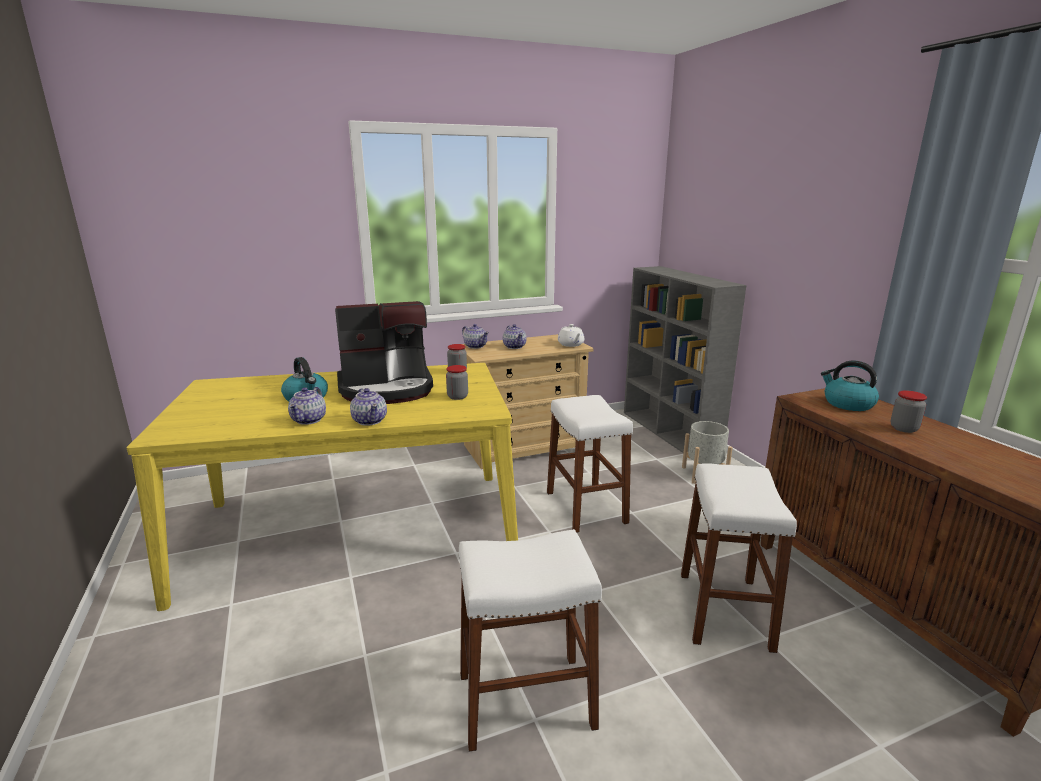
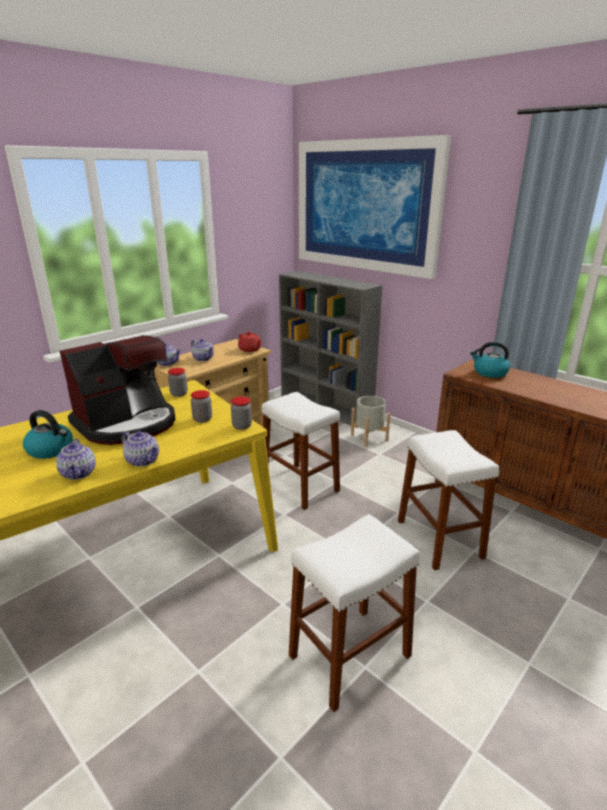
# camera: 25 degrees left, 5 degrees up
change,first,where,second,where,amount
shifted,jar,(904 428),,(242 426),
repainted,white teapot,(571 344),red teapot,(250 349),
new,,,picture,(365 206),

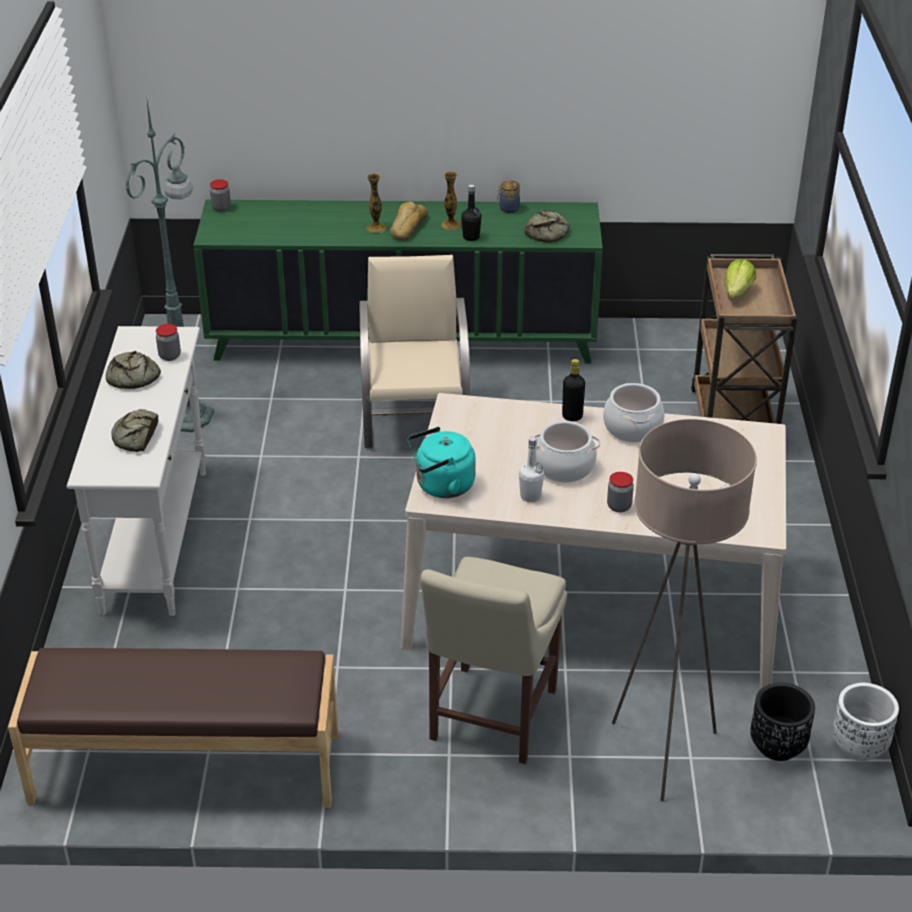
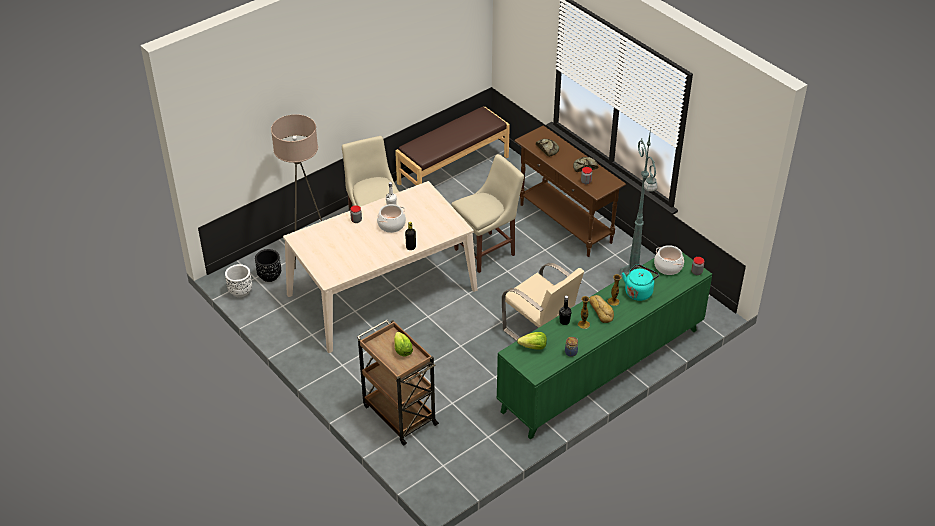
# camera: 140 degrees right, 5 degrees up
change,first,where,second,where,amount
new,,,beige chair,(487 251),
repainted,white console table,(156 539),brown console table,(565 224),
swapped,bread,(548 232),lettuce,(533 347),
shifted,turquoise kettle,(441 486),,(639 291),
shifted,cooking pot,(632 427),,(668 267),

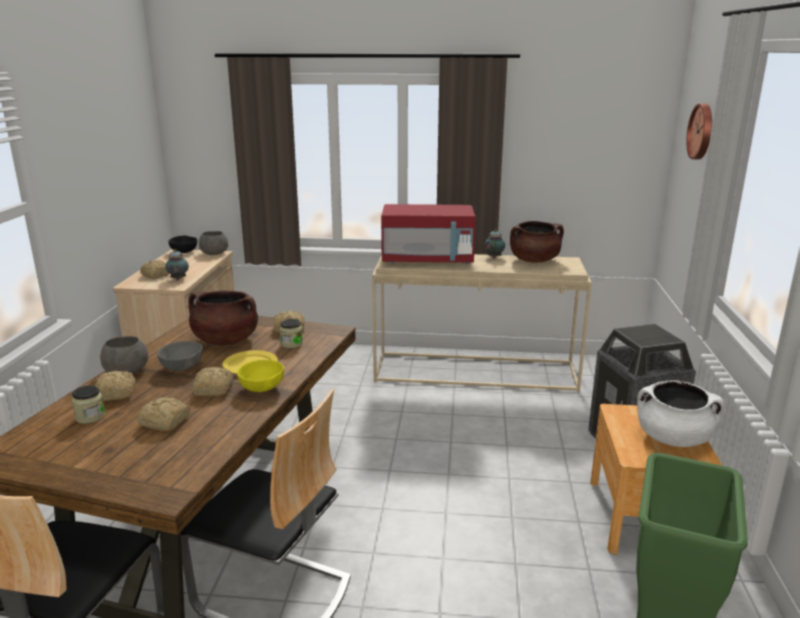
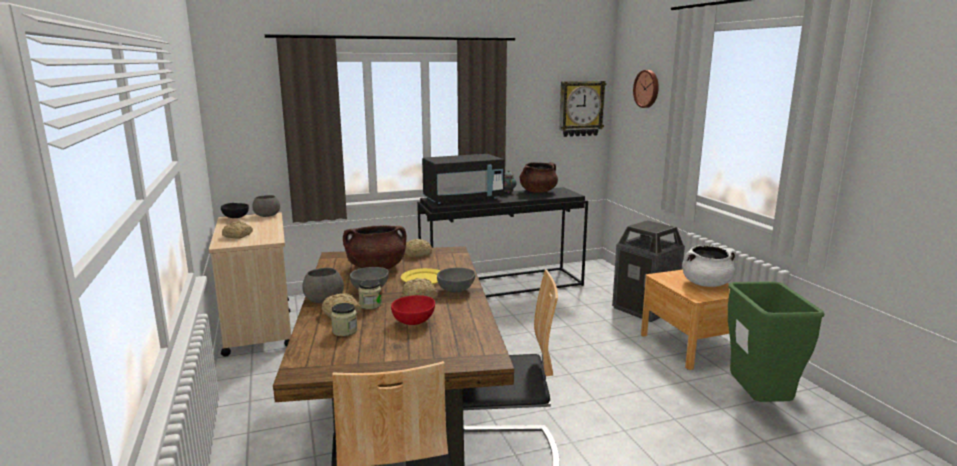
# camera: 25 degrees left, 5 degrees down
change,first,where,second,where,amount
shifted,jar,(291 344),,(370 305),
swapped,bread,(165 422),red bowl,(415 322),
repainted,beige console table,(476 372),black console table,(502 286),
repainted,red microwave,(427 260),black microwave,(463 199),
repainted,yellow bowl,(262 389),grey bowl,(457 290),
new,,,wall clock,(580 108),
gone,teapot,(178 279),,,

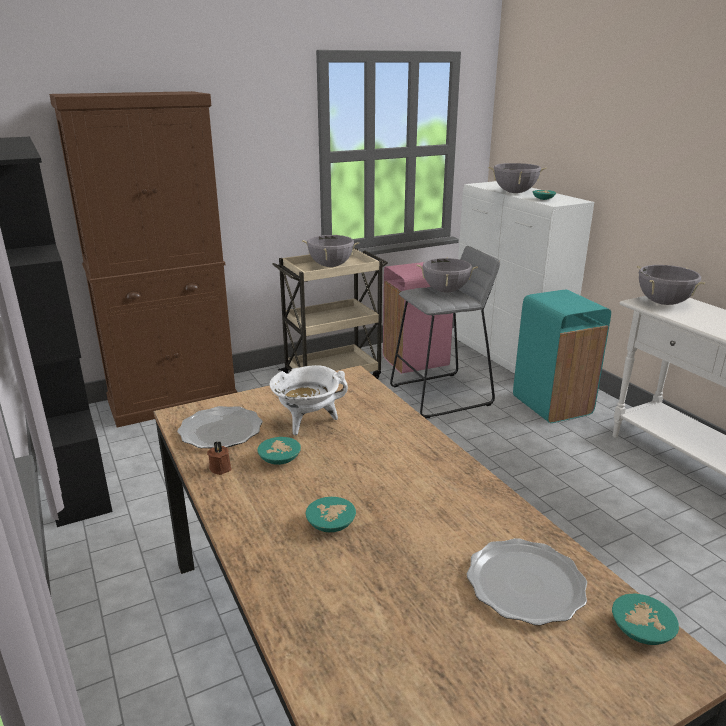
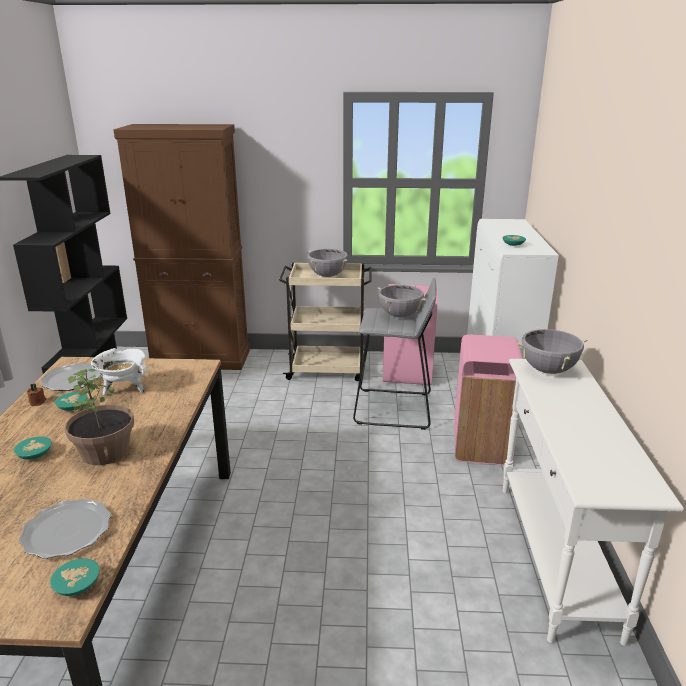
# camera: 30 degrees right, 0 degrees up
change,first,where,second,where,amount
new,,,potted plant,(106 451),
repainted,turquoise trash can,(552 405),pink trash can,(482 446),
gone,grey cooking pot,(514 192),,,

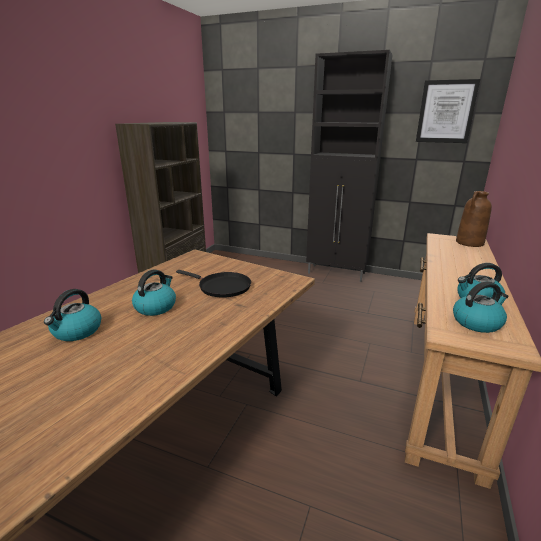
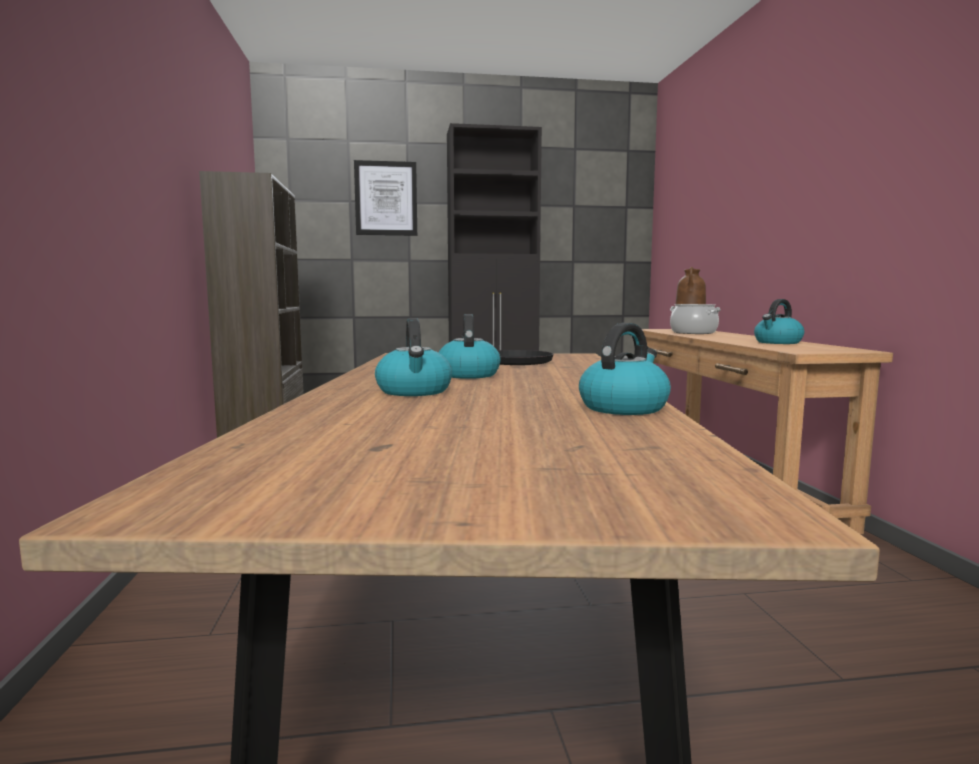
# camera: 30 degrees left, 15 degrees down
change,first,where,second,where,amount
shifted,picture,(446 112),,(386 198),
shifted,kettle,(477 322),,(623 407),
new,,,cooking pot,(693 333),

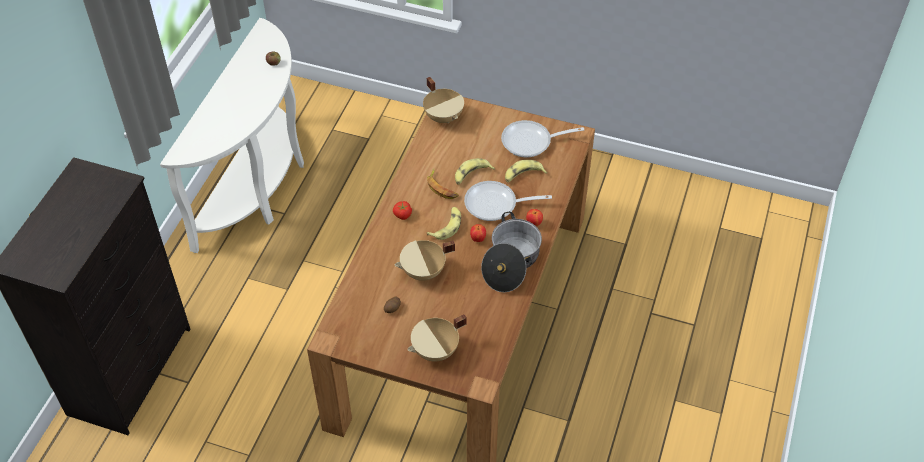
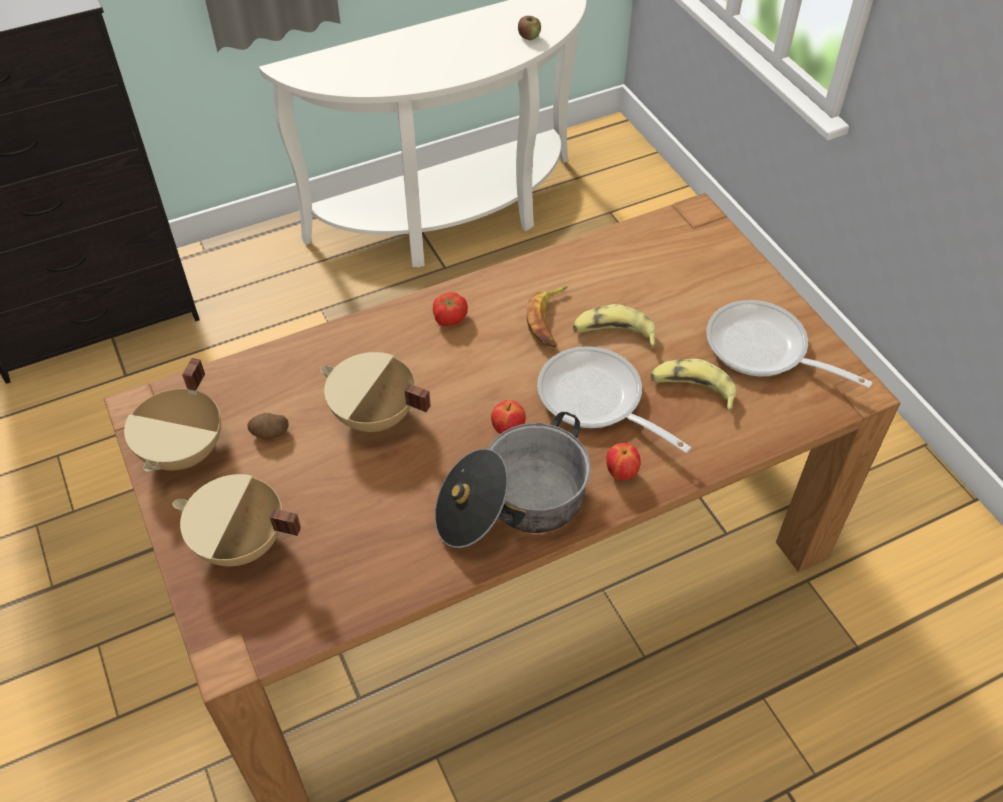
# camera: 45 degrees right, 0 degrees up
change,first,where,second,where,amount
shifted,beige cooking pot,(444 116),,(186 452),
gone,banana,(447 226),,,

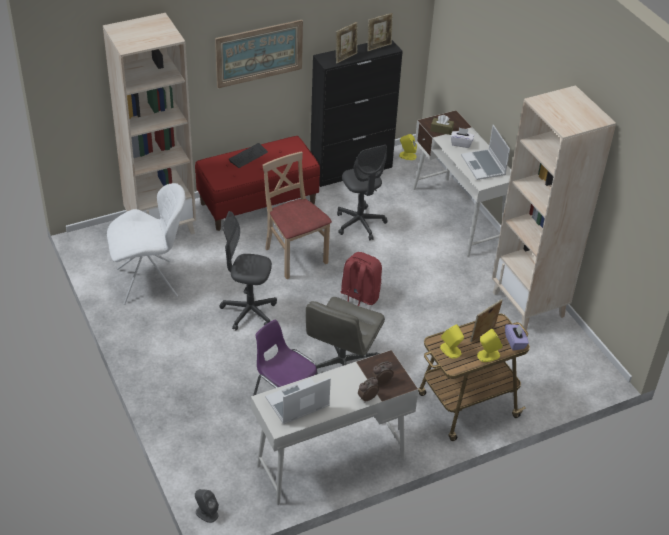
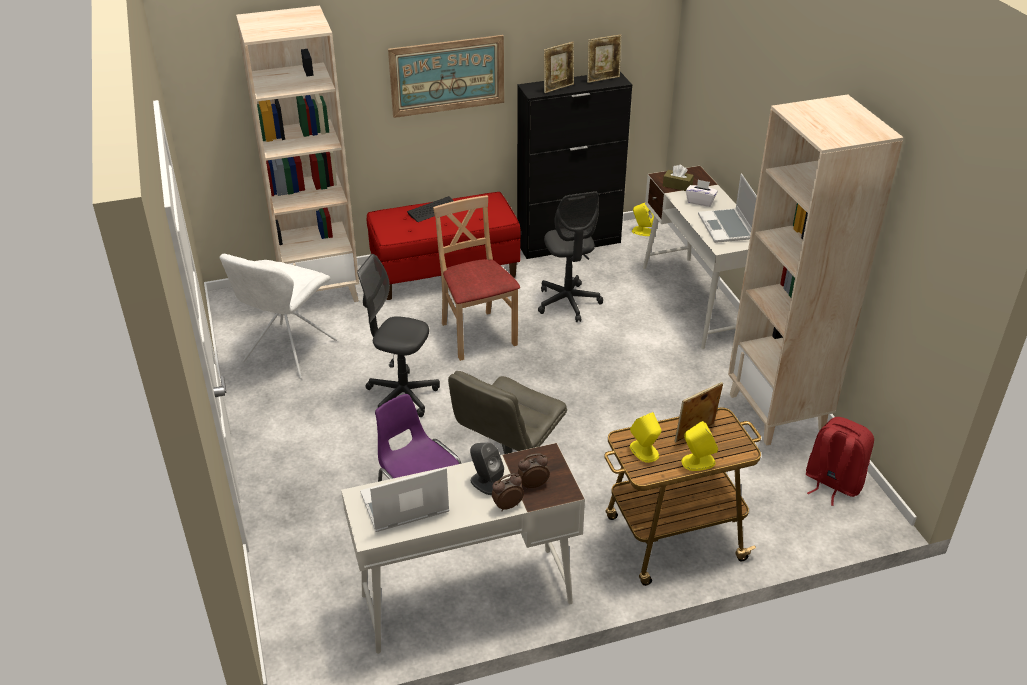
# camera: 10 degrees right, 5 degrees down
change,first,where,second,where,amount
rotated,white chair,(150 282),,(288 353),120 degrees clockwise
shifted,grey speaker,(206 513),,(486 483),
shifted,red backpack,(359 297),,(832 483),
gone,purple tissue box,(515 342),,,

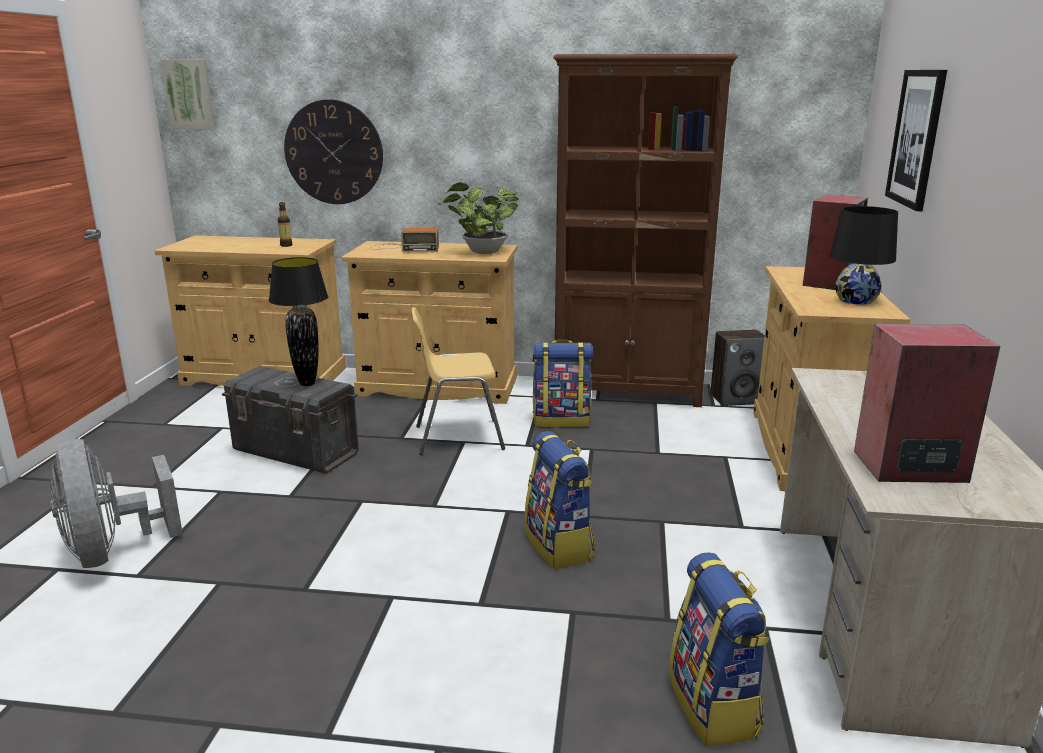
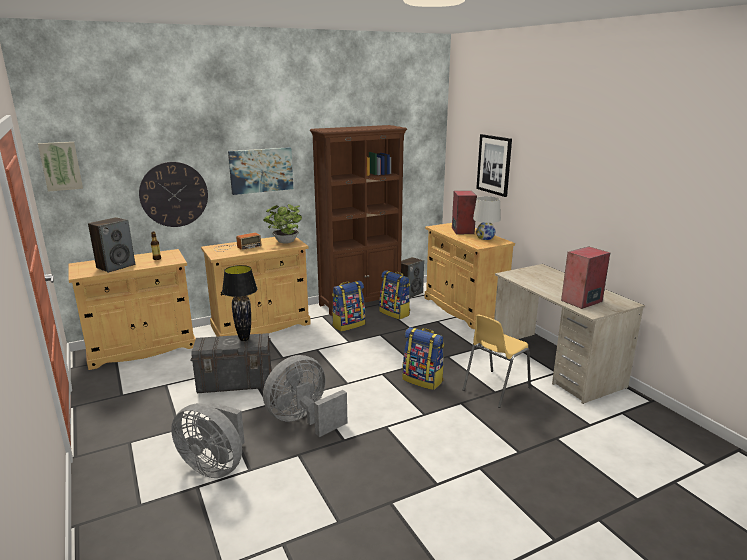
# camera: 35 degrees left, 0 degrees up
change,first,where,second,where,amount
new,,,speaker,(116 266),
new,,,picture,(261 170),
new,,,grey fan,(304 420),
shifted,backpack,(715 706),,(395 313),
shifted,yellow chair,(458 437),,(495 389),
repainted,black table lamp,(855 300),white table lamp,(485 238),

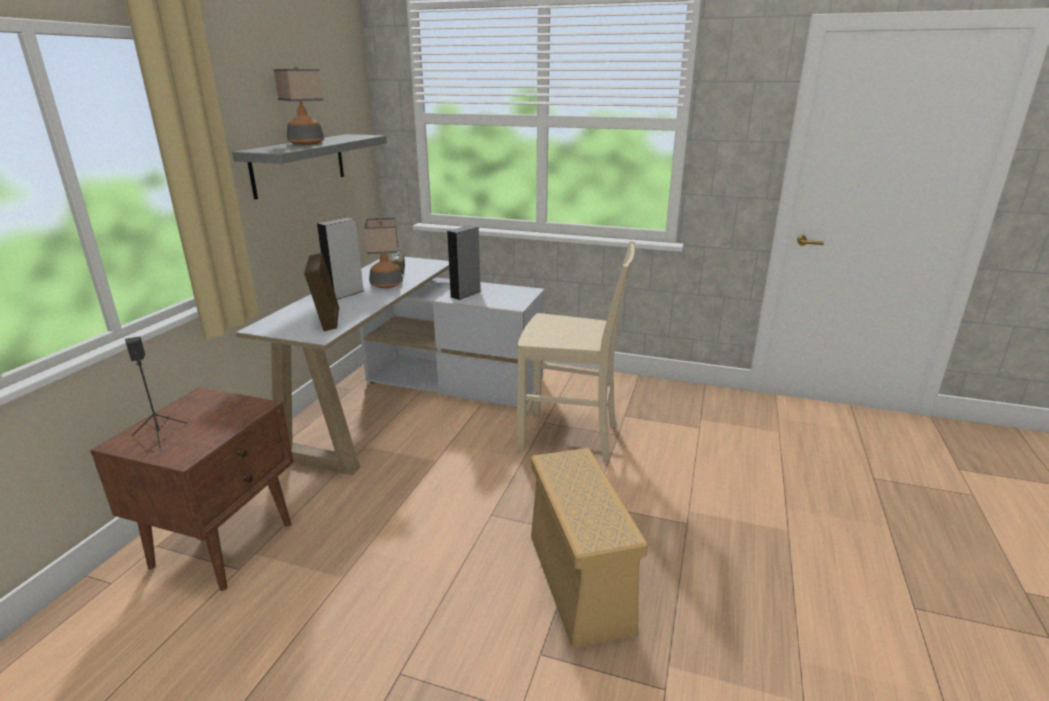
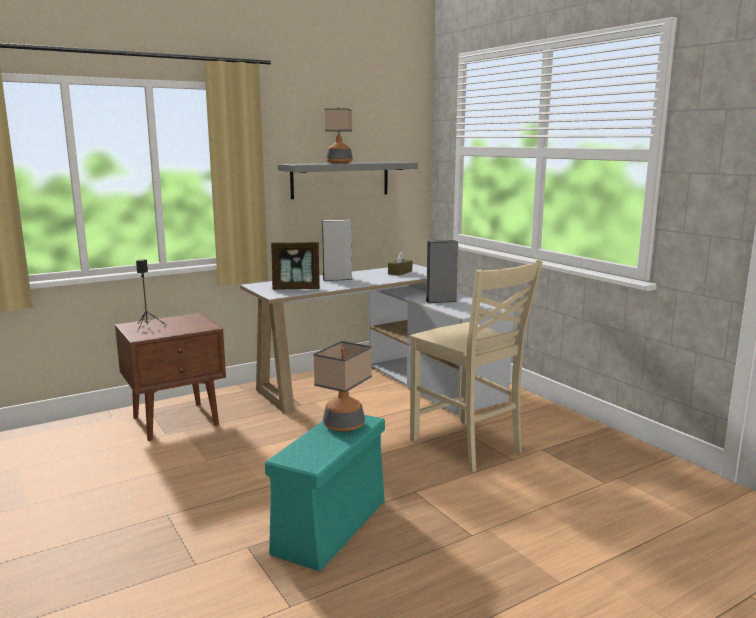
# camera: 40 degrees right, 10 degrees down
change,first,where,second,where,amount
repainted,beige storage box,(578 580),turquoise storage box,(331 525),
rotated,picture frame,(327 320),,(296 289),60 degrees clockwise
shifted,table lamp,(386 284),,(344 425),

